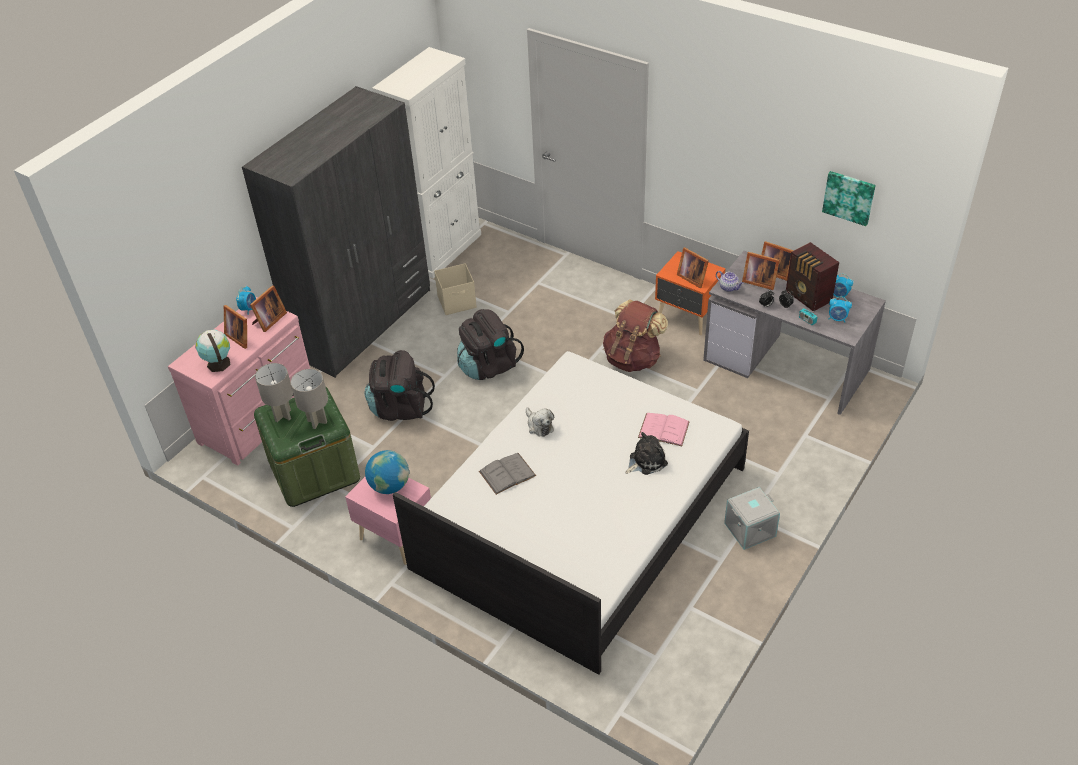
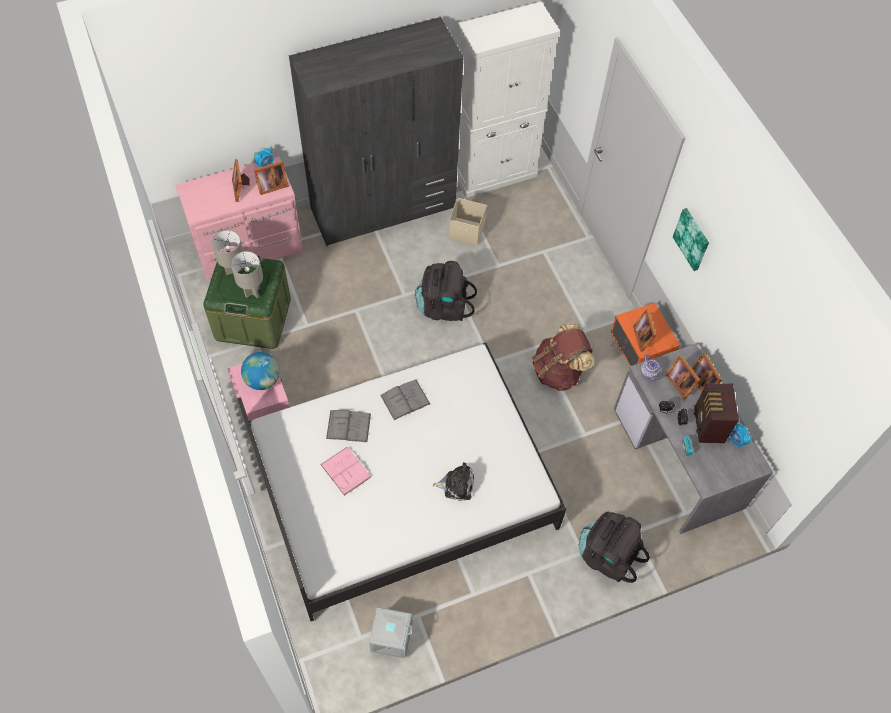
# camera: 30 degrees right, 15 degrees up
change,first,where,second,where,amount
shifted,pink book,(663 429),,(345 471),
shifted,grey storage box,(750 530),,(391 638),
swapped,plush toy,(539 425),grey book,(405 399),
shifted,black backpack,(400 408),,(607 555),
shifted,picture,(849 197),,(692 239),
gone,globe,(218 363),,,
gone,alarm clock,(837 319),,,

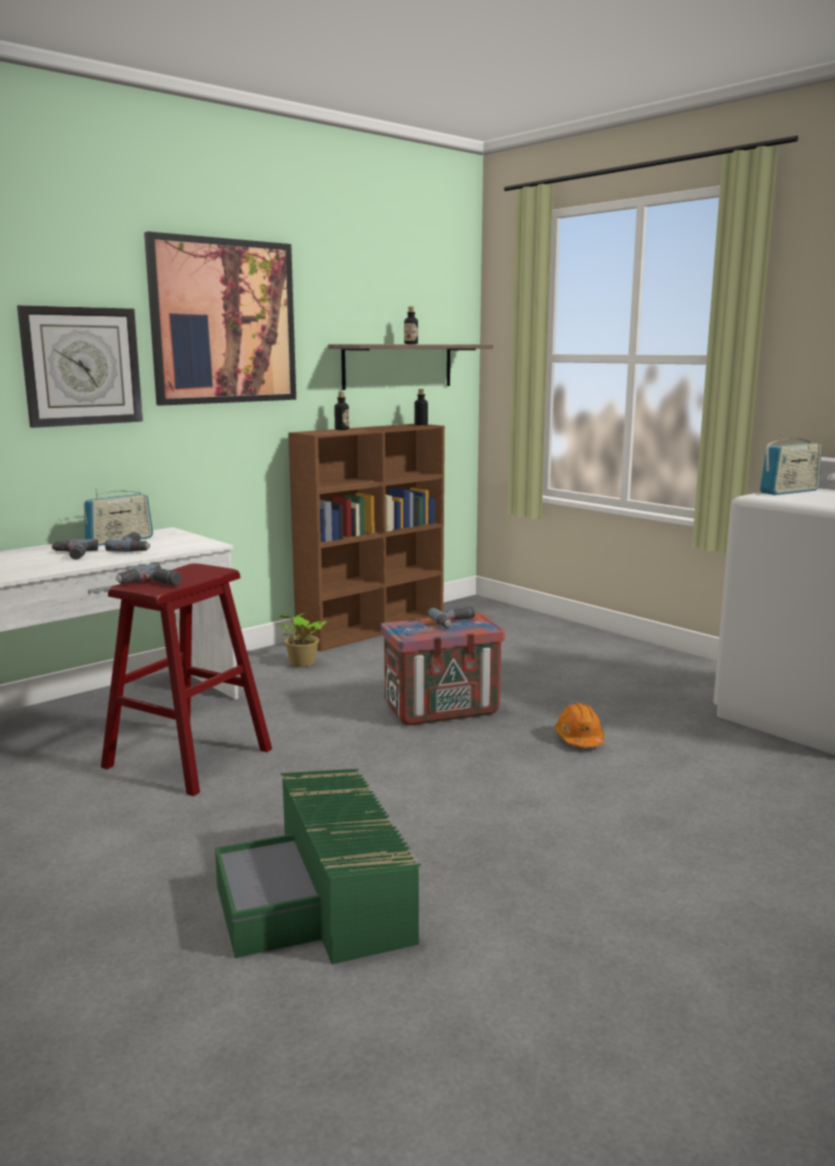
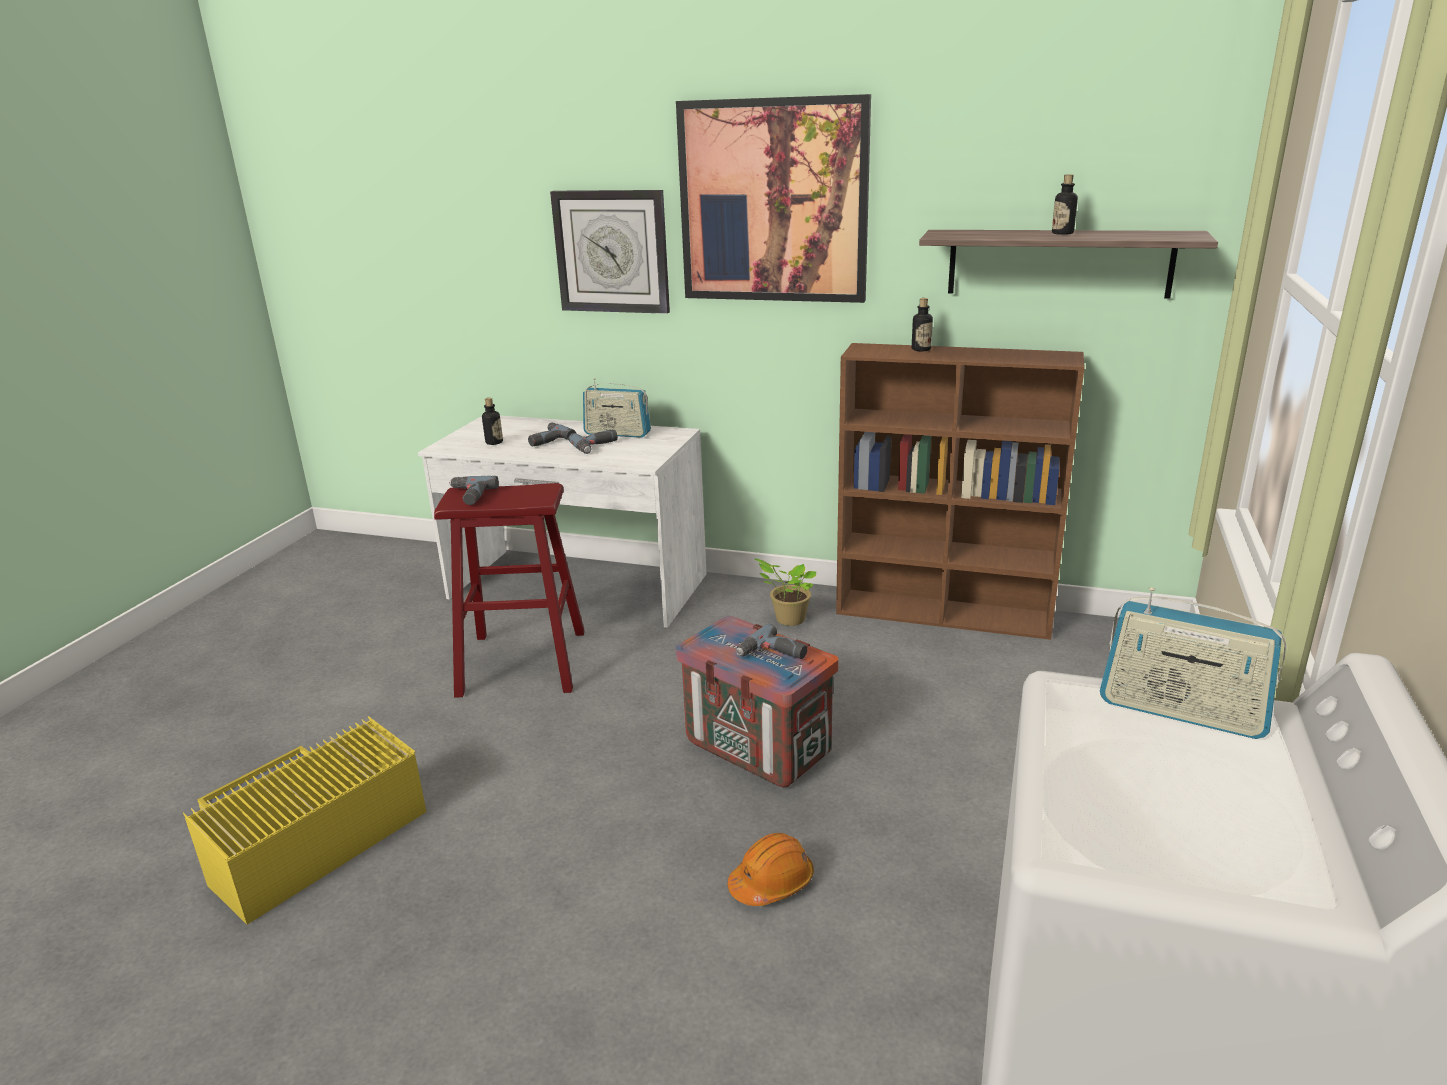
# camera: 60 degrees right, 10 degrees up
change,first,where,second,where,amount
repainted,green storage box,(322 900),yellow storage box,(305 839),
shifted,bottle,(421 424),,(494 442),

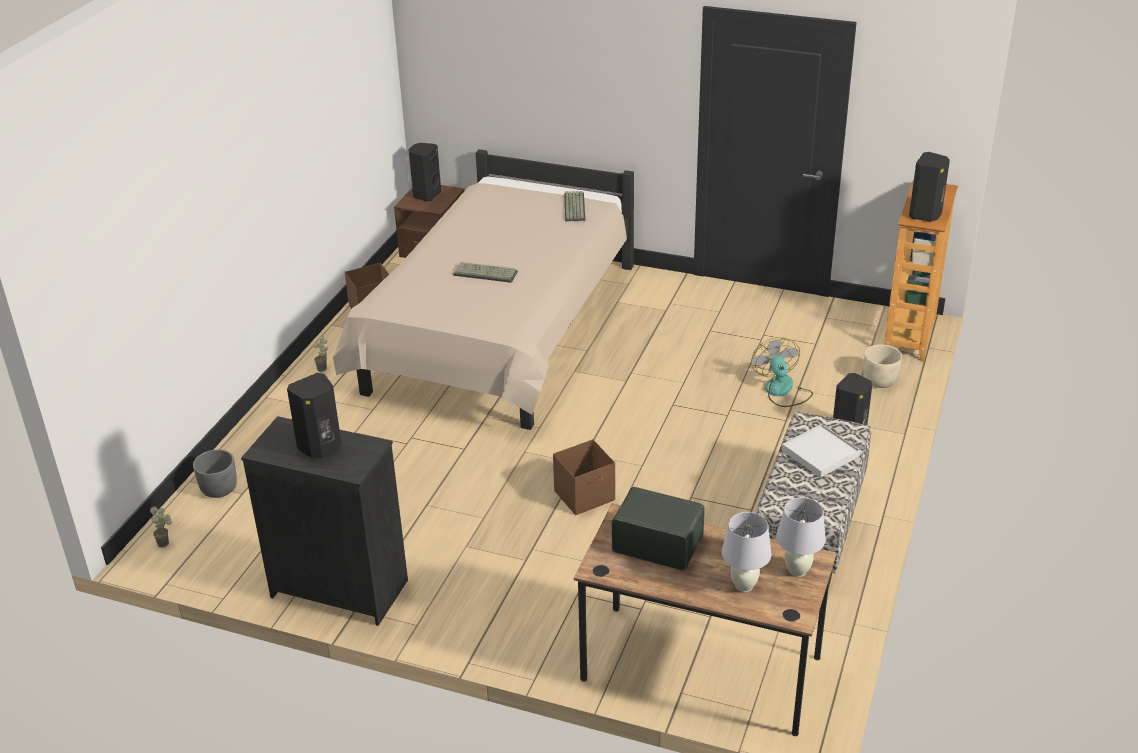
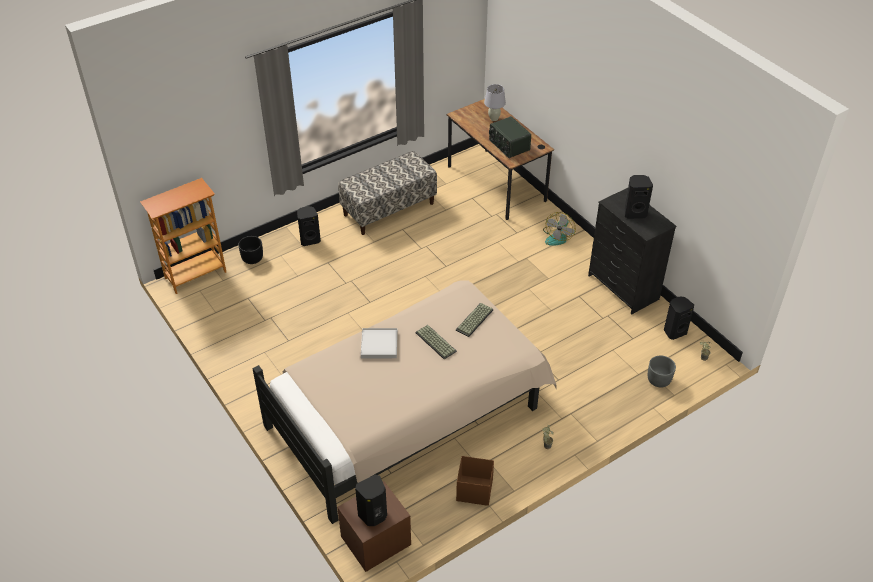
# camera: 145 degrees left, 10 degrees up
change,first,where,second,where,amount
repainted,beige planter,(879 381),black planter,(252 258),
shifted,white tray,(820 453),,(379 344),
shifted,keyboard,(573 207),,(475 320),
shifted,fan,(782 391),,(558 237),
shifted,black speaker,(925 215),,(674 331),
gone,brown storage box,(585 496),,,
gone,white table lamp,(797 571),,,

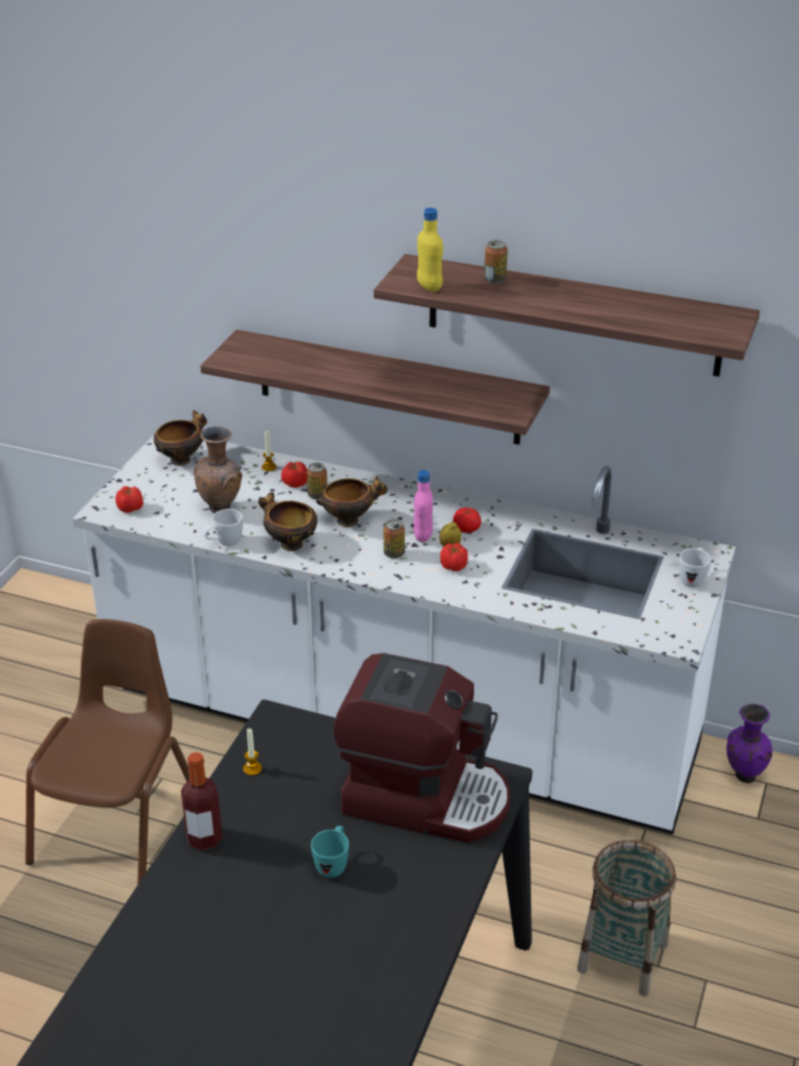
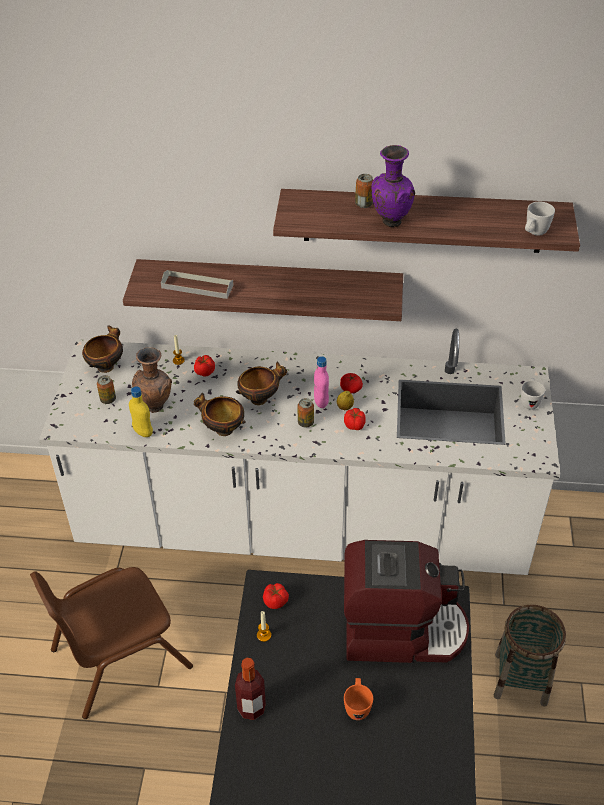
# camera: 15 degrees left, 10 degrees up
change,first,where,second,where,amount
rotated,brown chair,(116 821),,(119 657),120 degrees counterclockwise
shifted,can,(317 495),,(108 399),
shifted,yellow bottle,(429 287),,(143 432),
new,,,grey tray,(197 286),
shifted,tomato,(131 508),,(276 601),
repainted,turquoise mug,(333 864),orange mug,(357 706),
shifted,purple vase,(743 775),,(390 222),
shifted,white mug,(224 543),,(534 234),

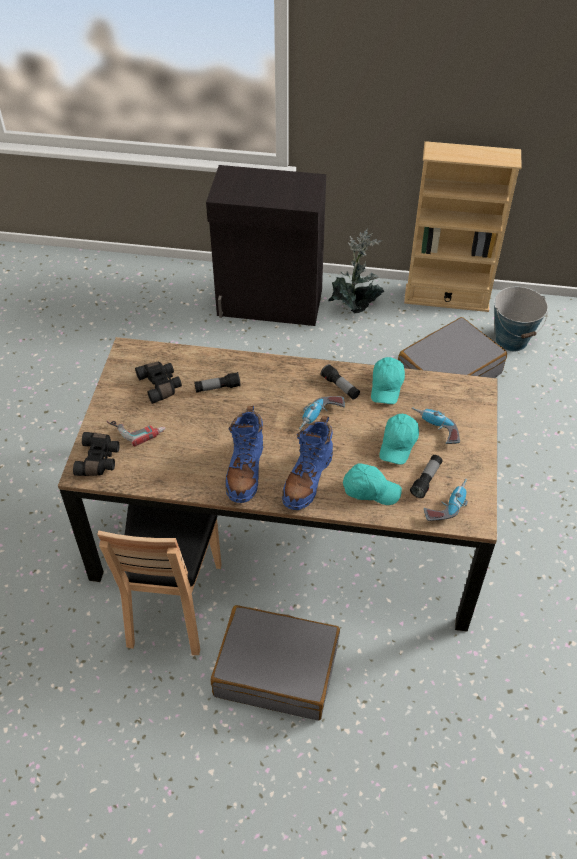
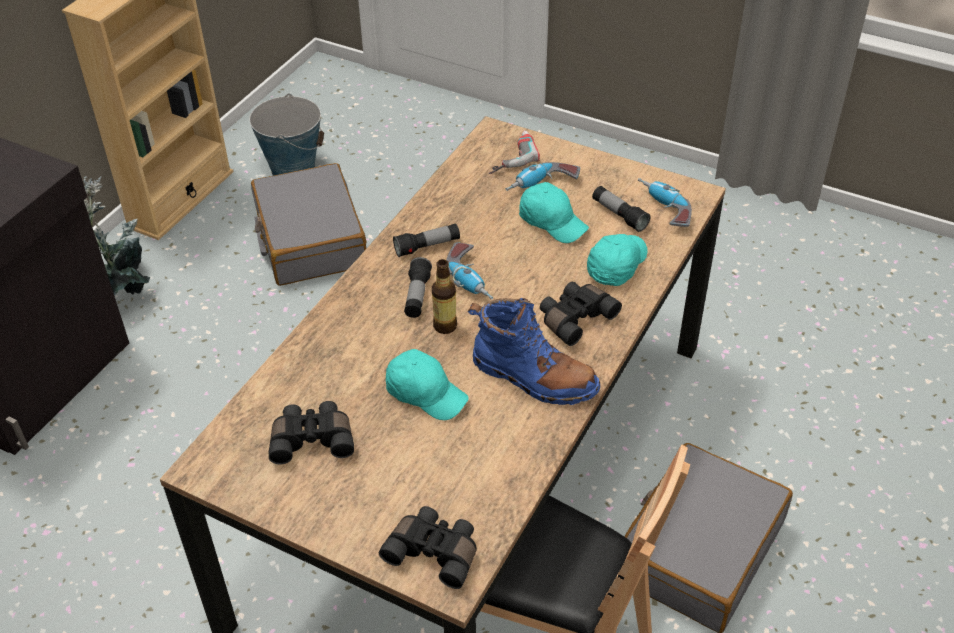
# camera: 70 degrees left, 5 degrees down
change,first,where,second,where,amount
shifted,turquoise cap,(387 386),,(426 393),
shifted,flashlight,(217 388),,(417 296),
new,,,bottle,(445 326),
shifted,power drill,(137 428),,(509 156),
swapped,blue boot,(307 479),black binoculars,(575 318),

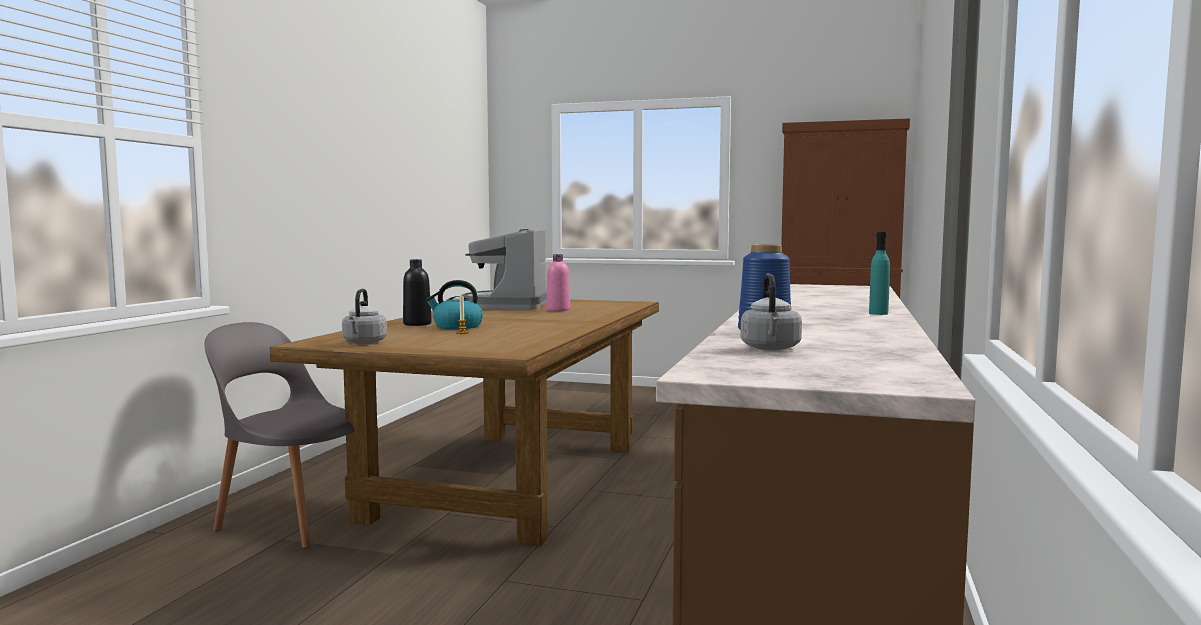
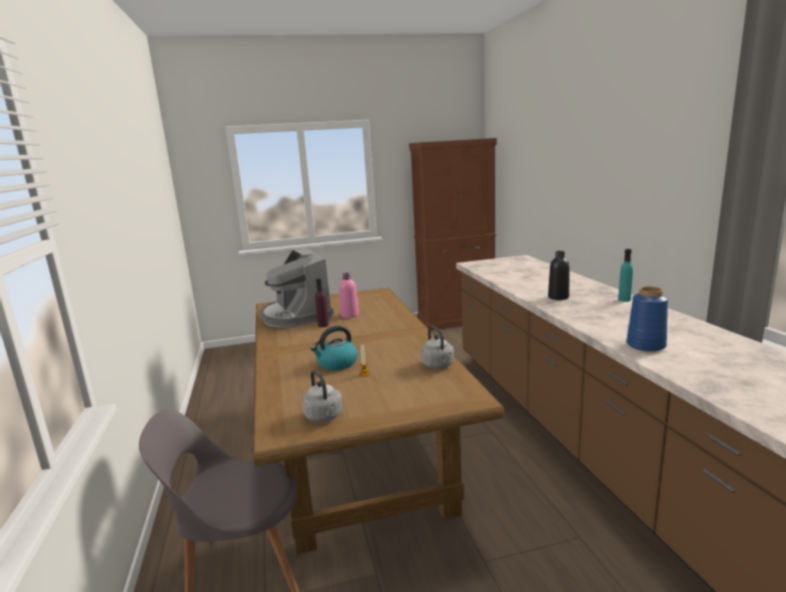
# camera: 30 degrees left, 10 degrees up
change,first,where,second,where,amount
new,,,purple bottle,(323 325),
shifted,grey kettle,(770 348),,(439 365),
shifted,black bottle,(417 324),,(558 297),

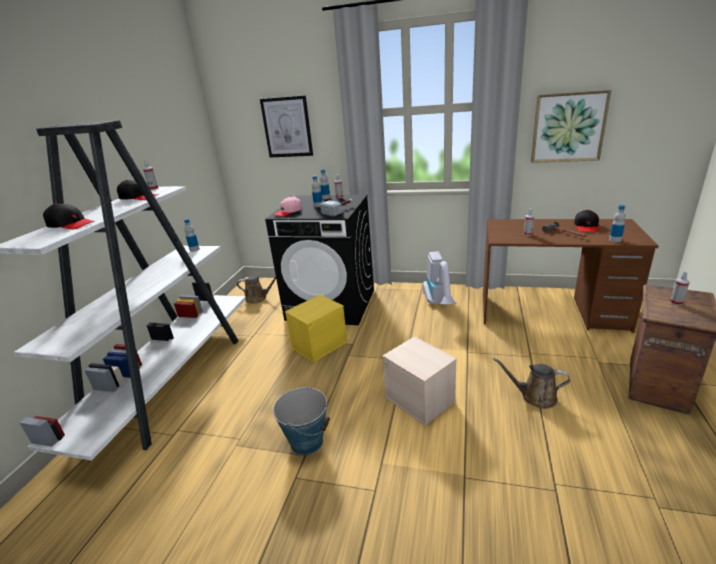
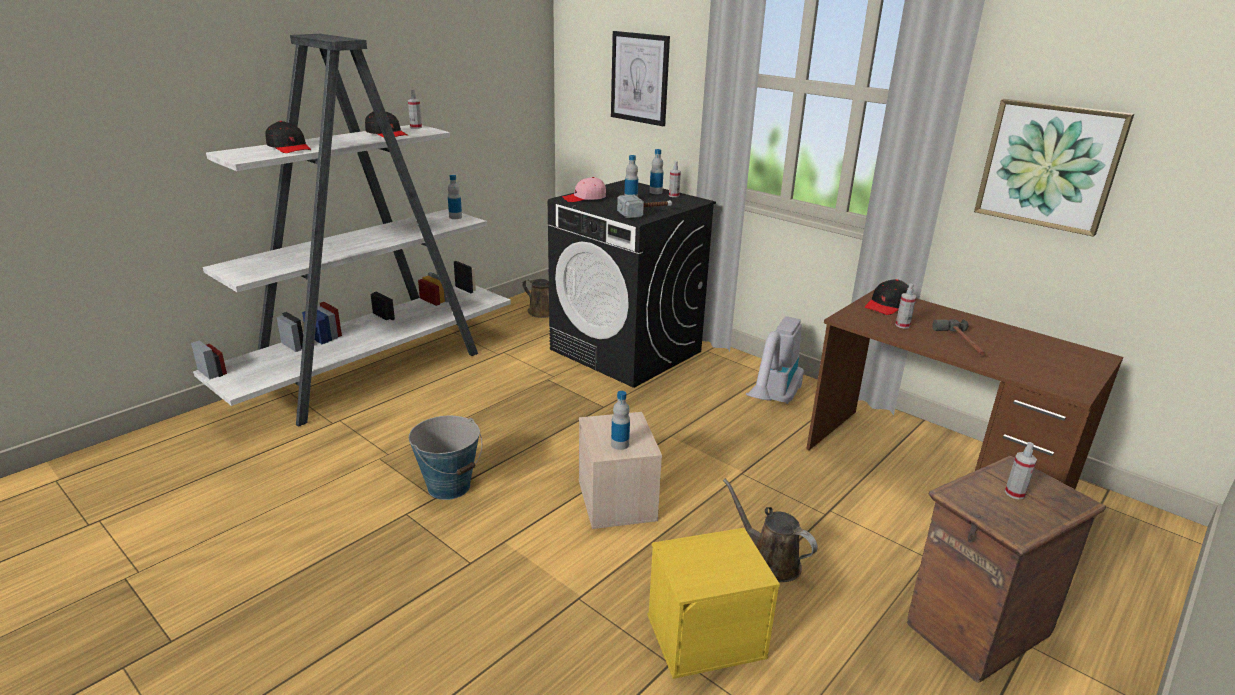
# camera: 25 degrees right, 0 degrees up
change,first,where,second,where,amount
shifted,bottle,(615 240),,(620 444),
shifted,yellow storage box,(319 344),,(706 635),
shifted,black cap,(586 226),,(887 305),

